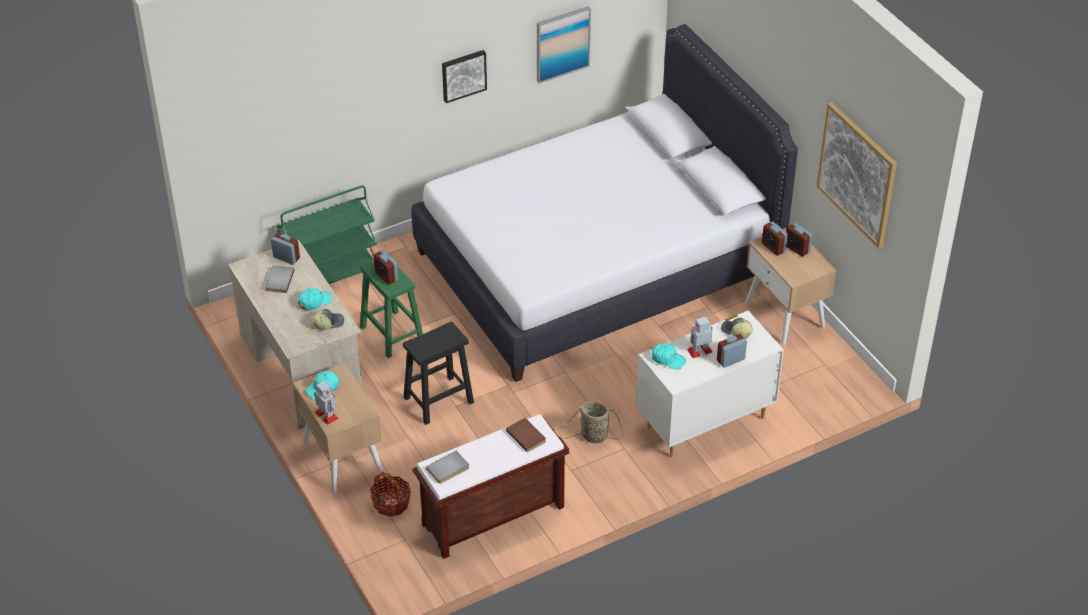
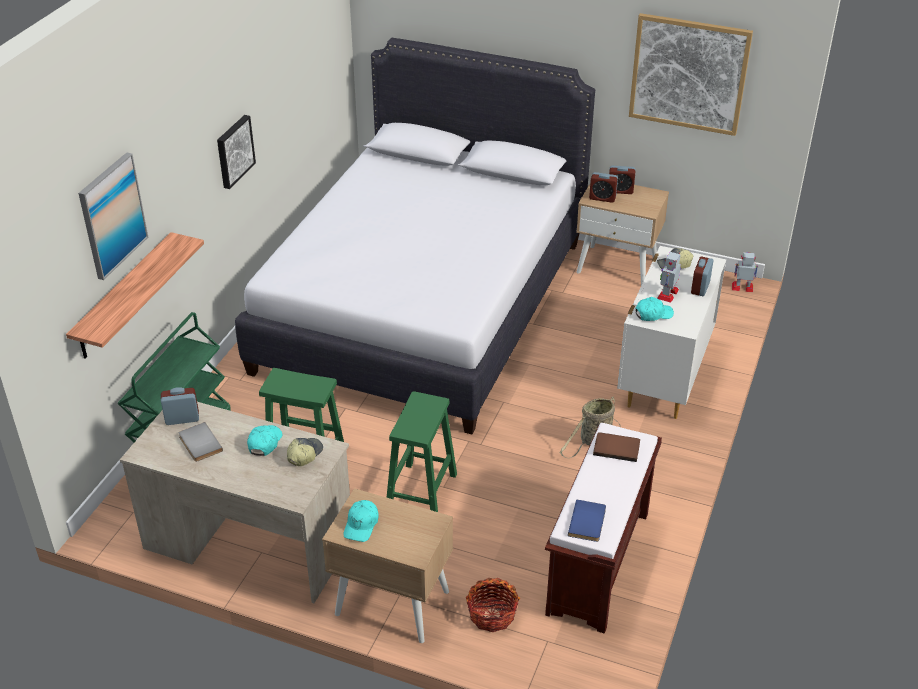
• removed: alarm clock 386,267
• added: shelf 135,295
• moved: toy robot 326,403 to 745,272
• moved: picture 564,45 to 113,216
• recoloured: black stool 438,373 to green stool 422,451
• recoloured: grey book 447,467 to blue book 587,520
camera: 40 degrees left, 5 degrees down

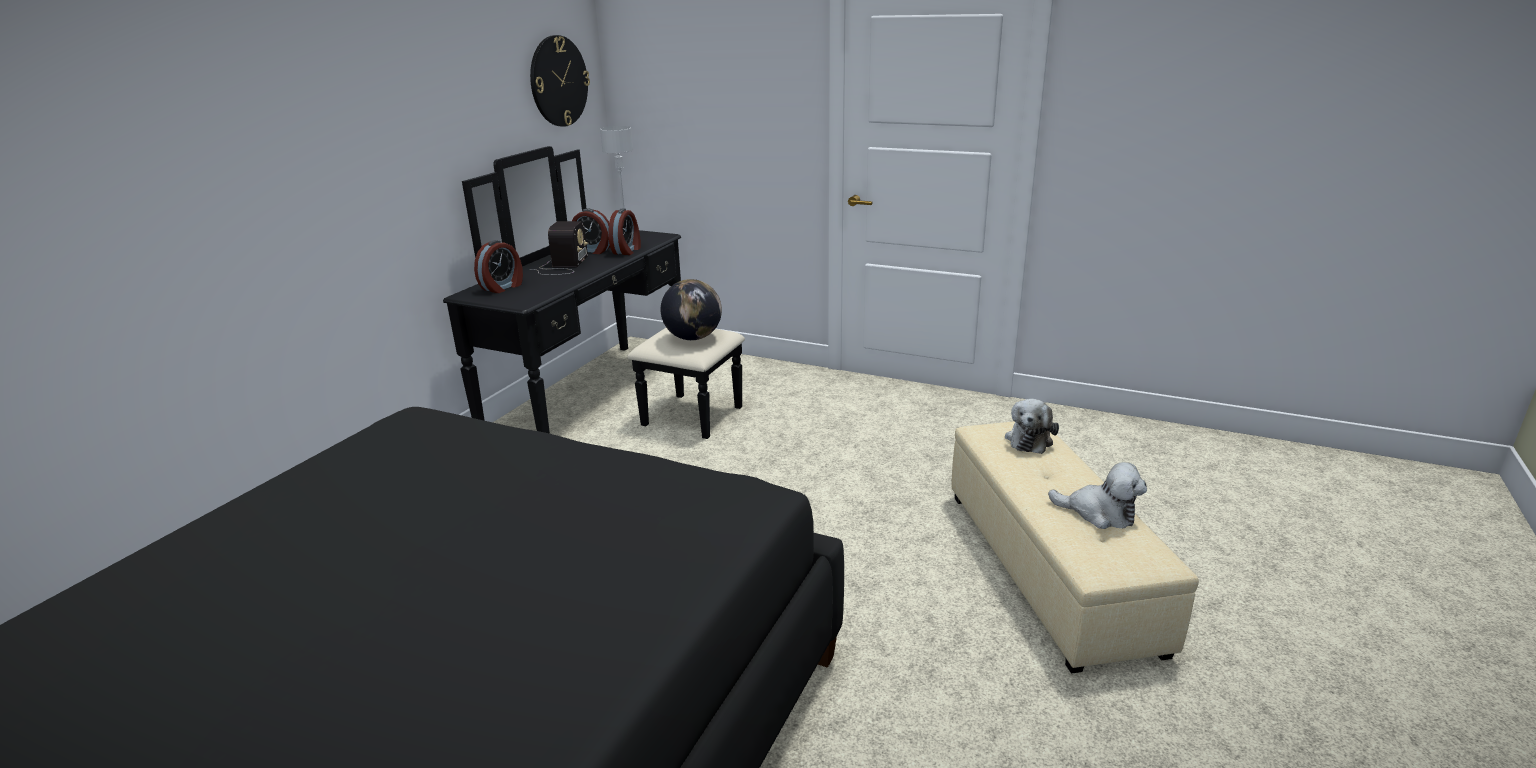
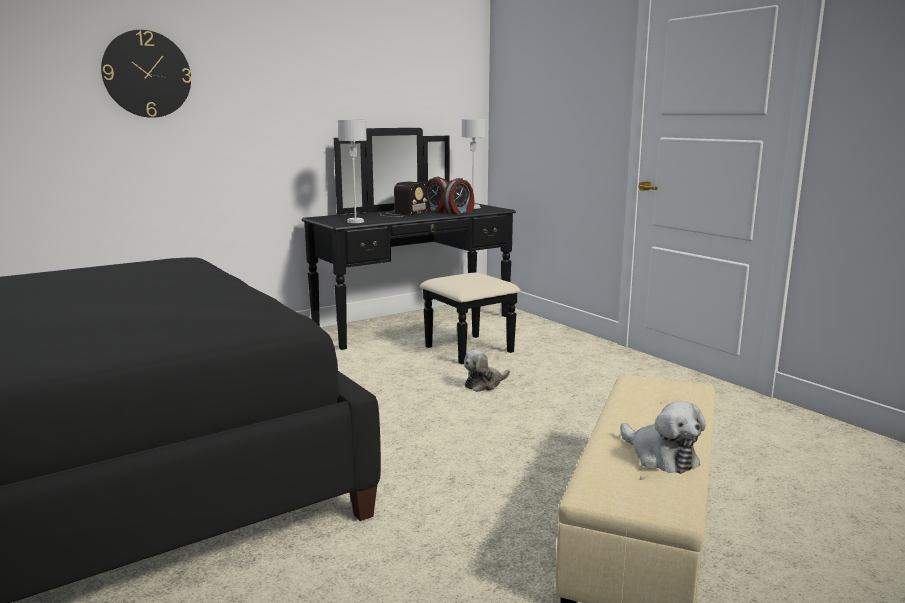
• removed: alarm clock 498,266
• removed: globe 691,309
• added: grey table lamp 352,171
• moved: wall clock 560,81 to 146,74
• moved: plush toy 1032,426 to 487,371
camera: 30 degrees right, 10 degrees down

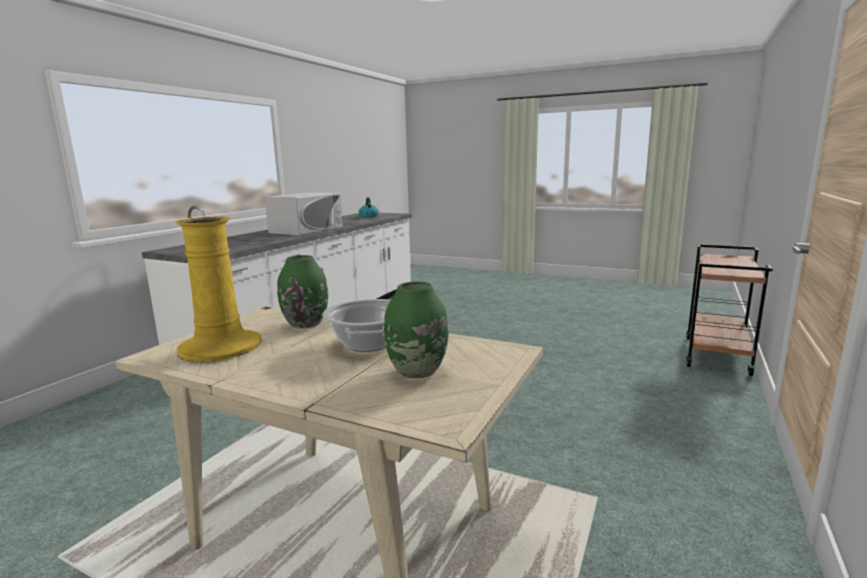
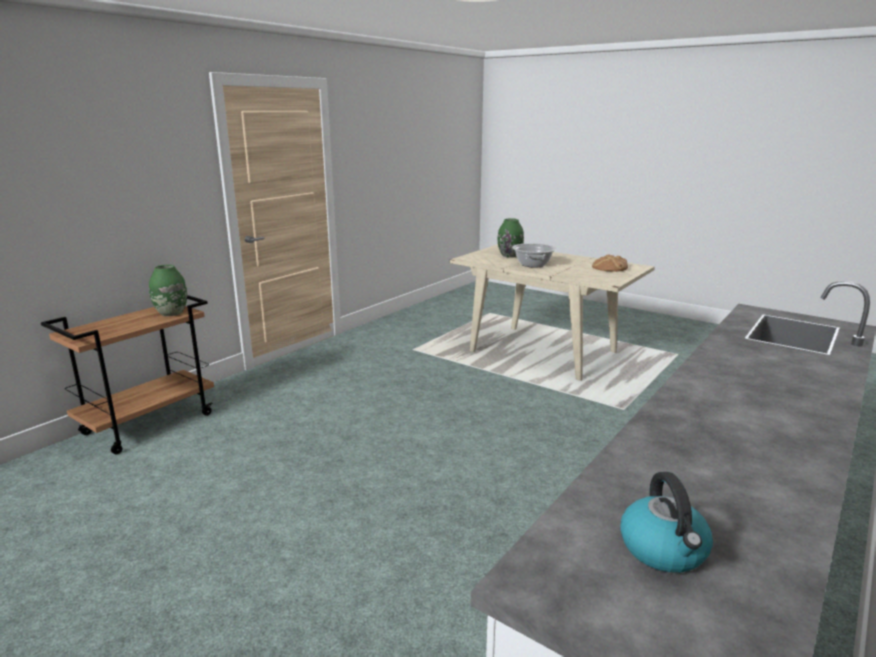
• removed: white microwave 304,214
• moved: green vase 302,292 to 168,290
• replaced: yellow vase 219,289 to bread 610,263
camera: 170 degrees left, 5 degrees up

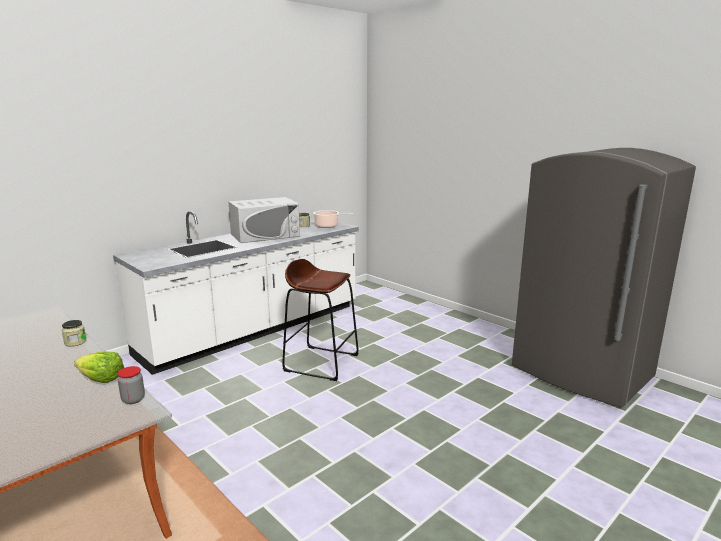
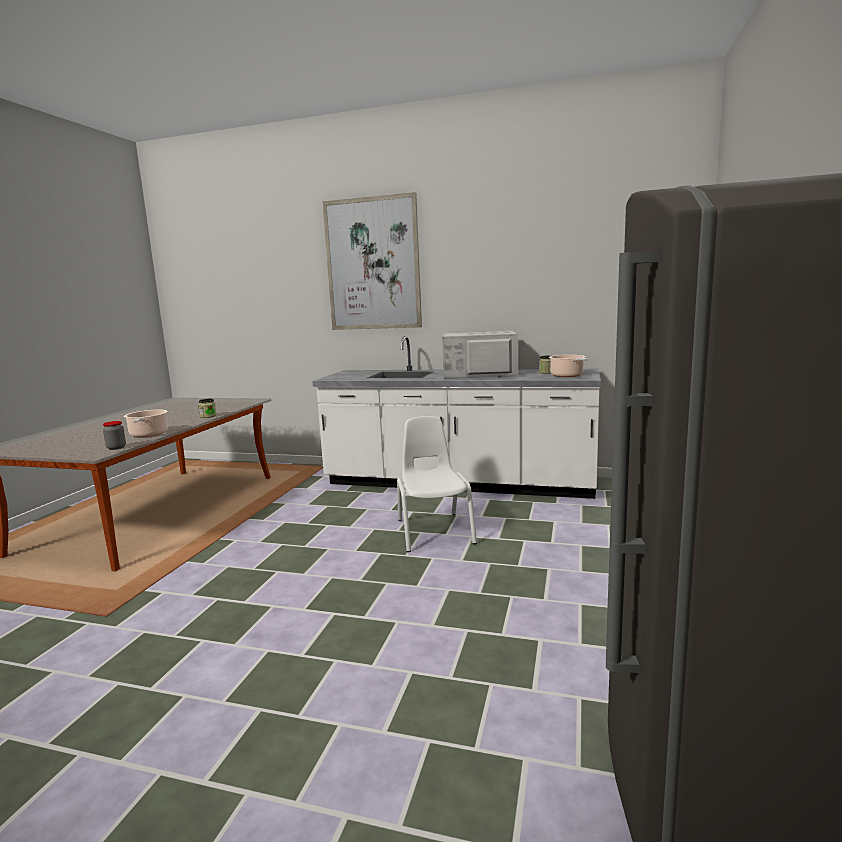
• added: picture 372,261
• replaced: lettuce 99,367 to cooking pot 146,423
• replaced: brown stool 320,320 to white chair 437,484
• turned: white microwave 264,220 = 480,355 150 degrees clockwise
camera: 60 degrees right, 5 degrees down

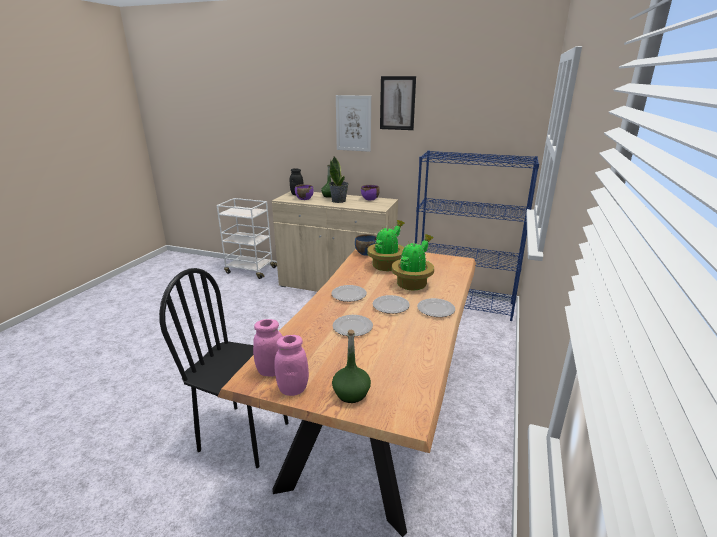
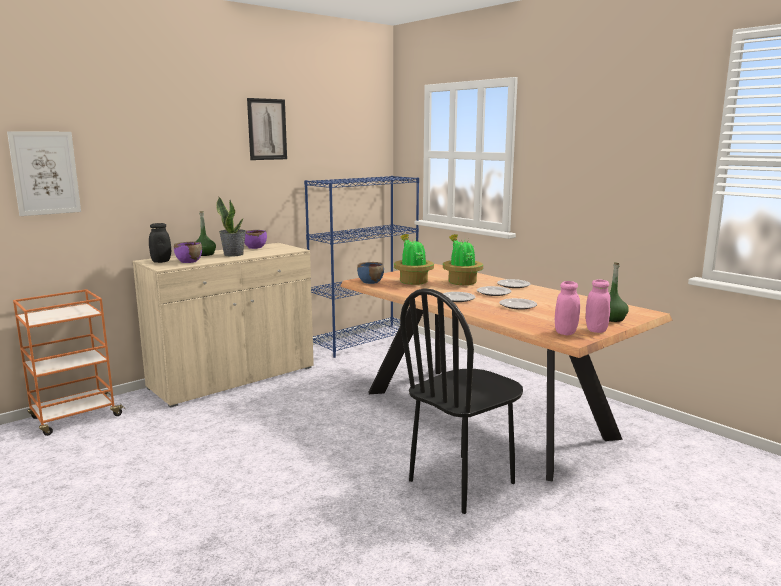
• moved: picture 353,123 to 44,173
• recoloured: white cart 247,238 to orange cart 69,362
camera: 60 degrees left, 10 degrees down

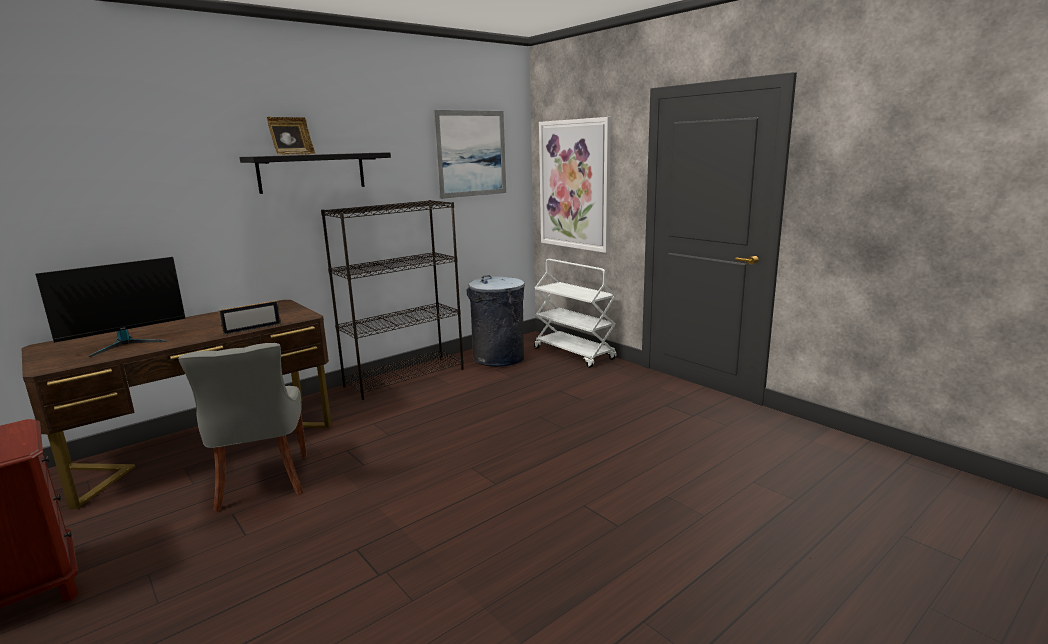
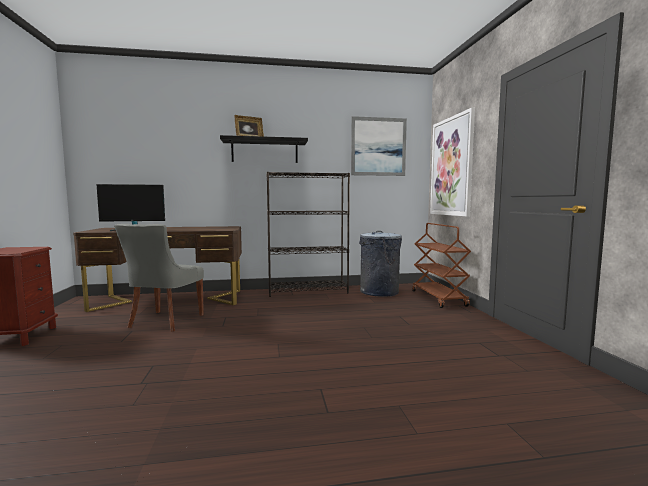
• removed: picture frame 249,318
• recoloured: white cart 575,313 to brown cart 441,265
camera: 30 degrees right, 10 degrees down

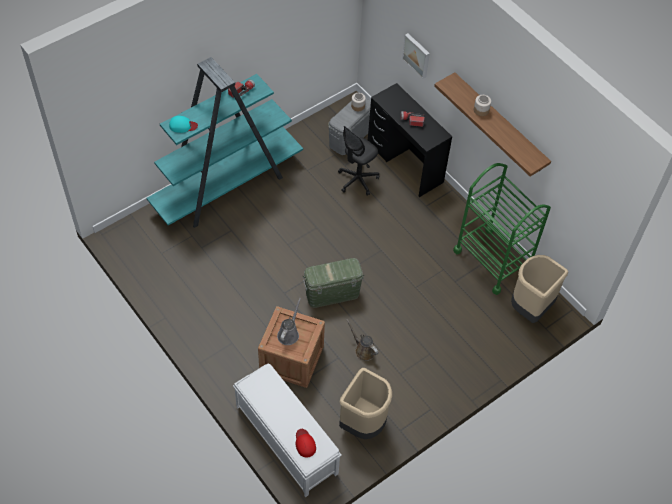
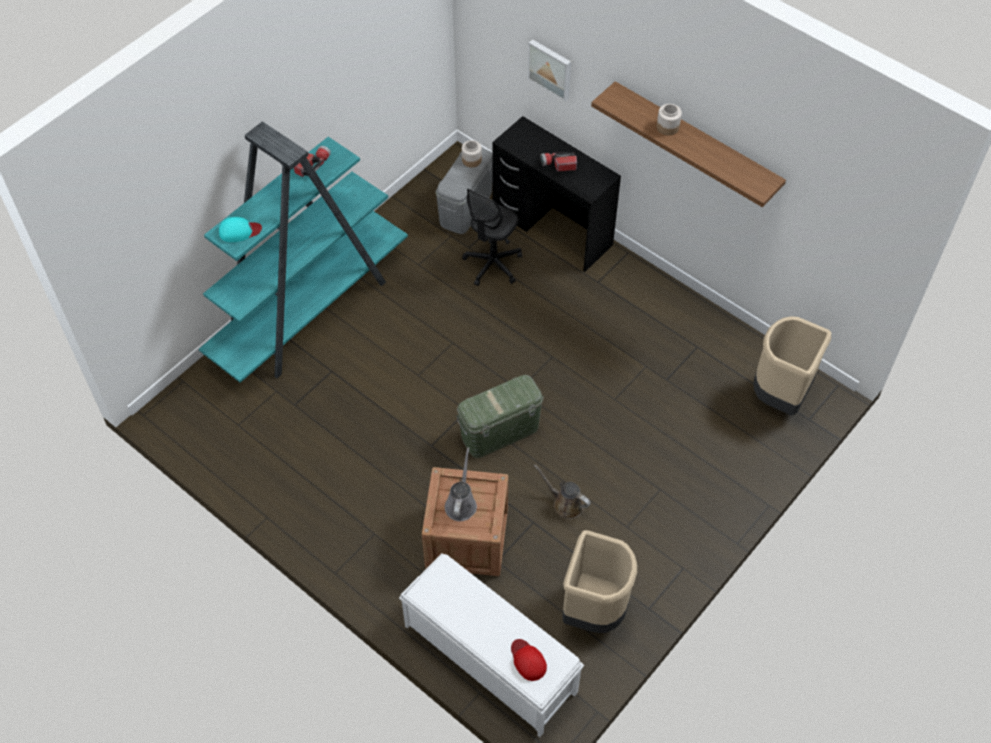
• removed: green cart 502,229
camera: 10 degrees left, 0 degrees up

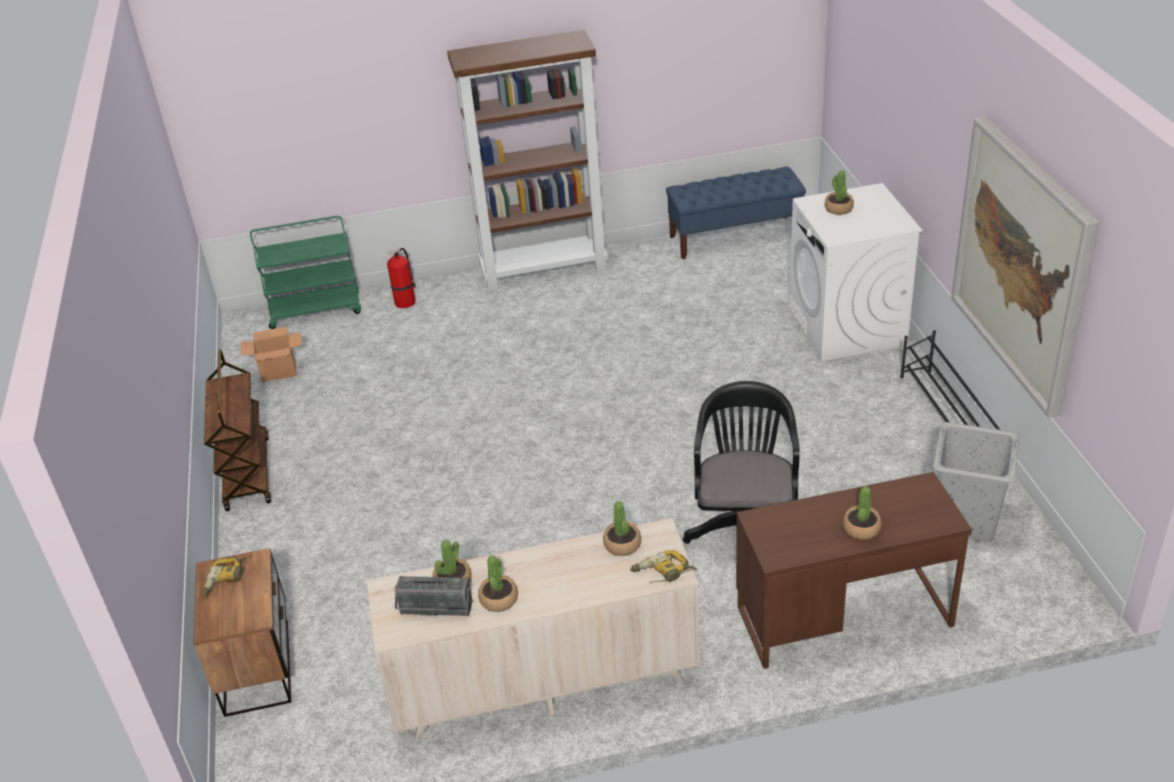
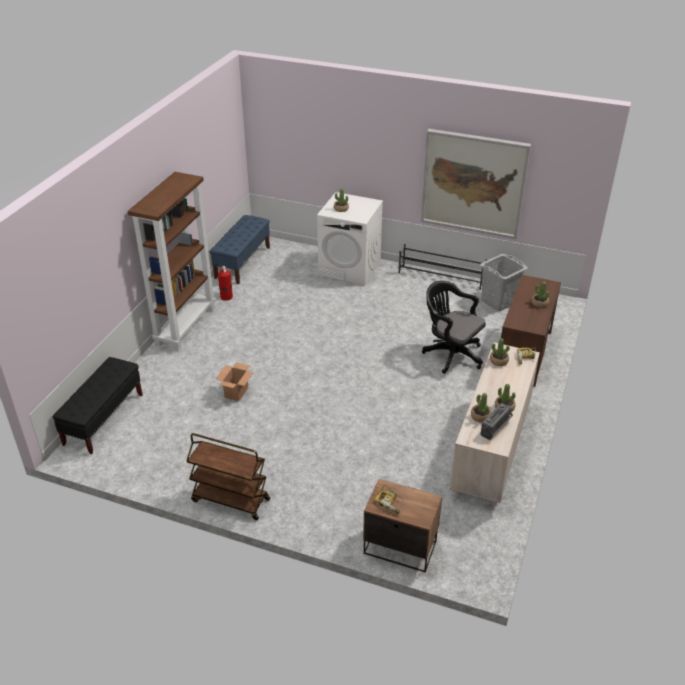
• moved: cardboard box 271,354 to 234,381
• moved: fire extinguisher 401,278 to 225,283
• replaced: green cart 305,272 to black bench 97,405
camera: 60 degrees left, 0 degrees up

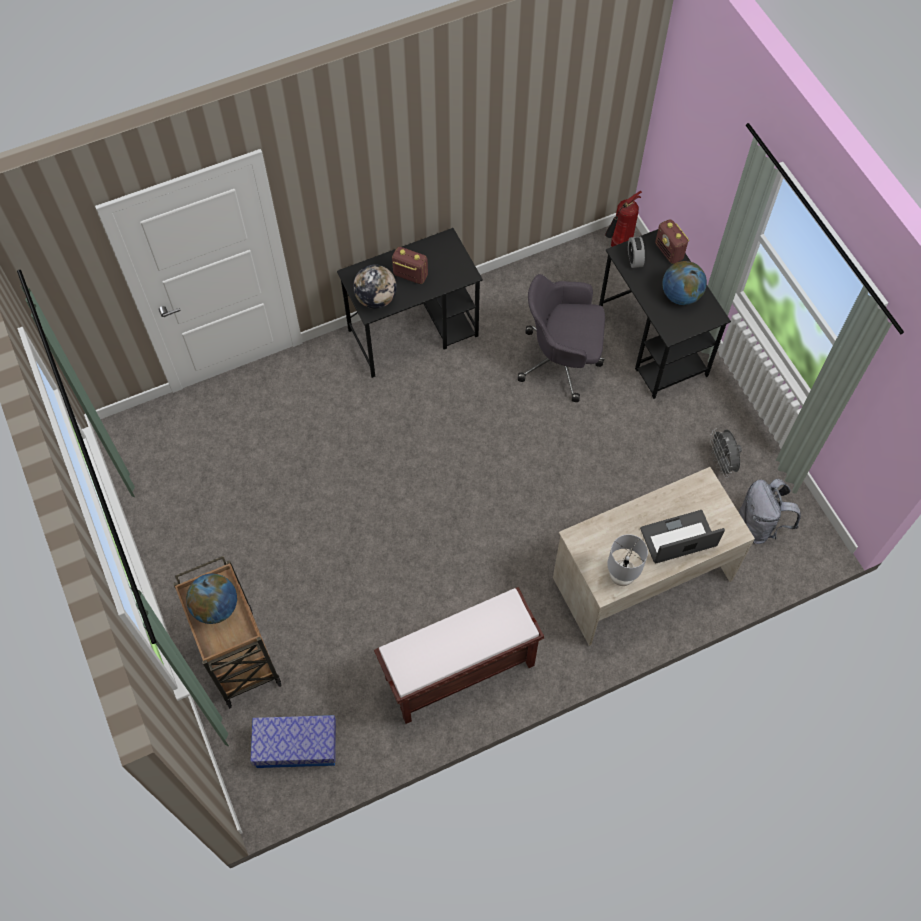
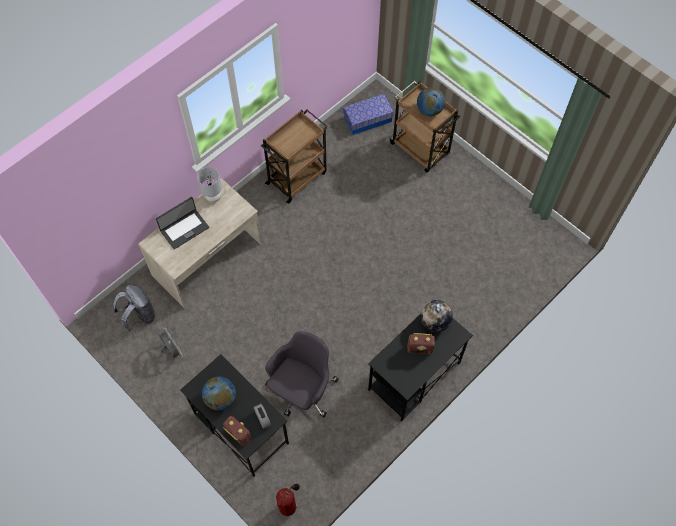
• replaced: brown bench 459,655 to brown cart 294,156
• turned: grey office chair 561,338 = 302,374 45 degrees counterclockwise
camera: 160 degrees right, 0 degrees up

